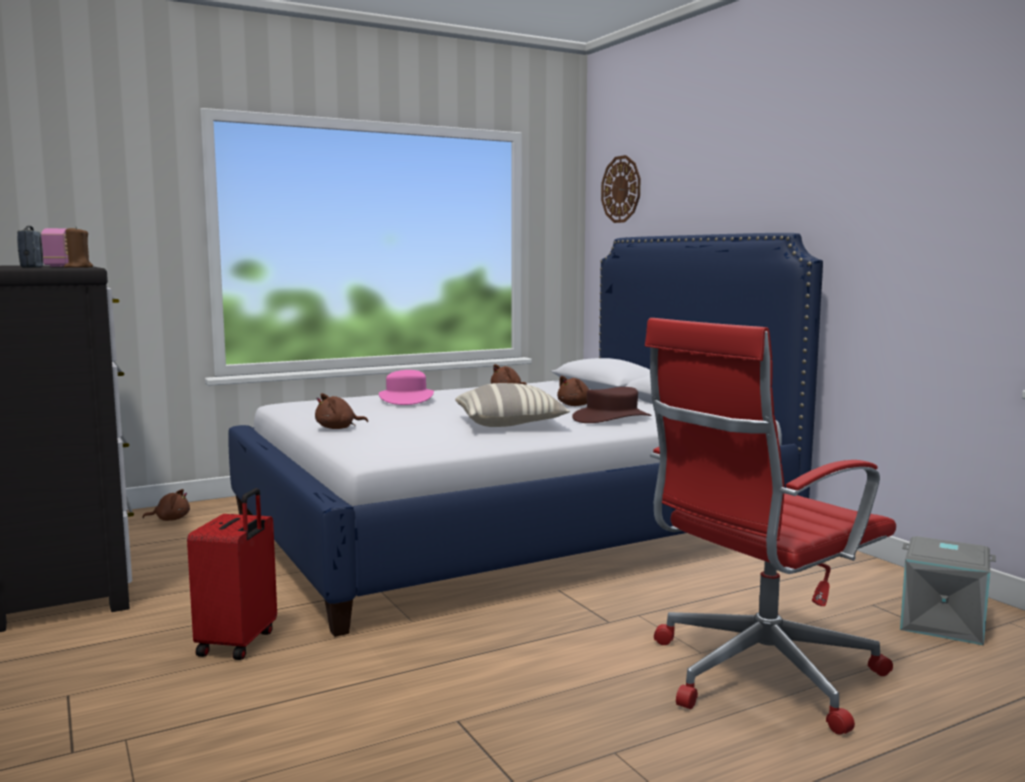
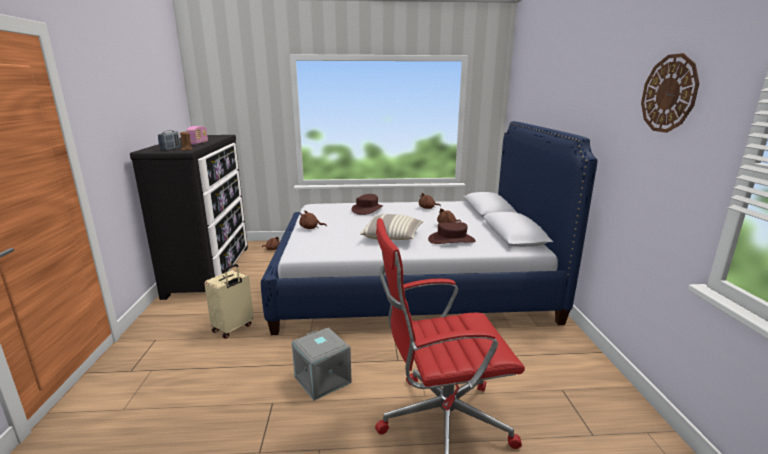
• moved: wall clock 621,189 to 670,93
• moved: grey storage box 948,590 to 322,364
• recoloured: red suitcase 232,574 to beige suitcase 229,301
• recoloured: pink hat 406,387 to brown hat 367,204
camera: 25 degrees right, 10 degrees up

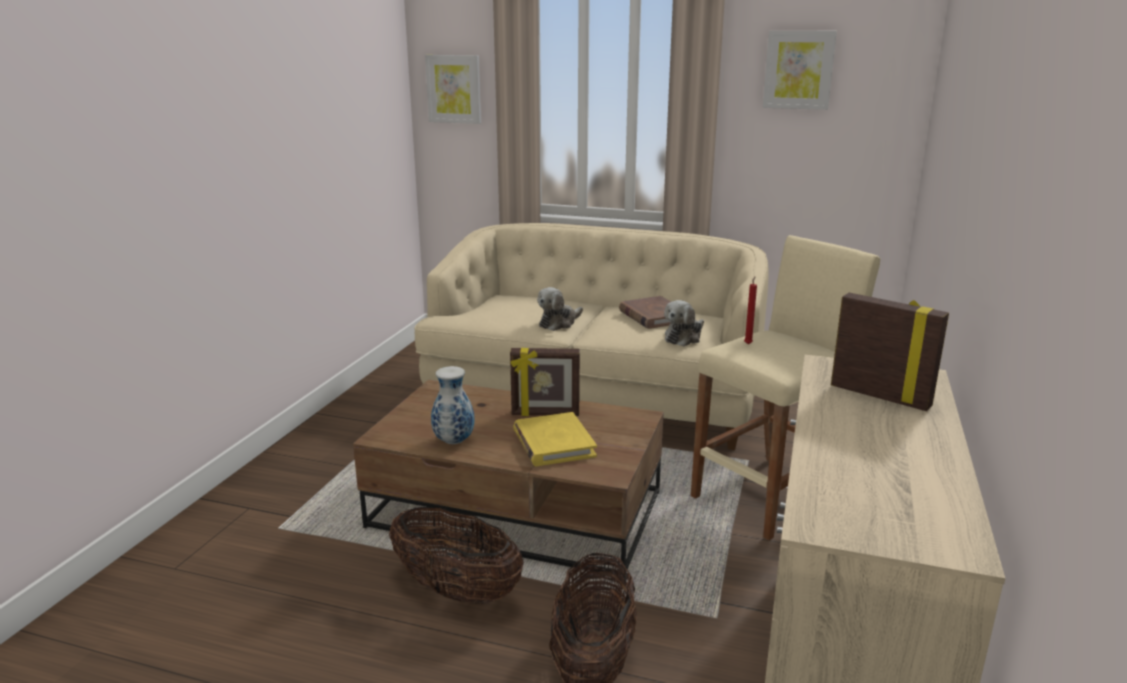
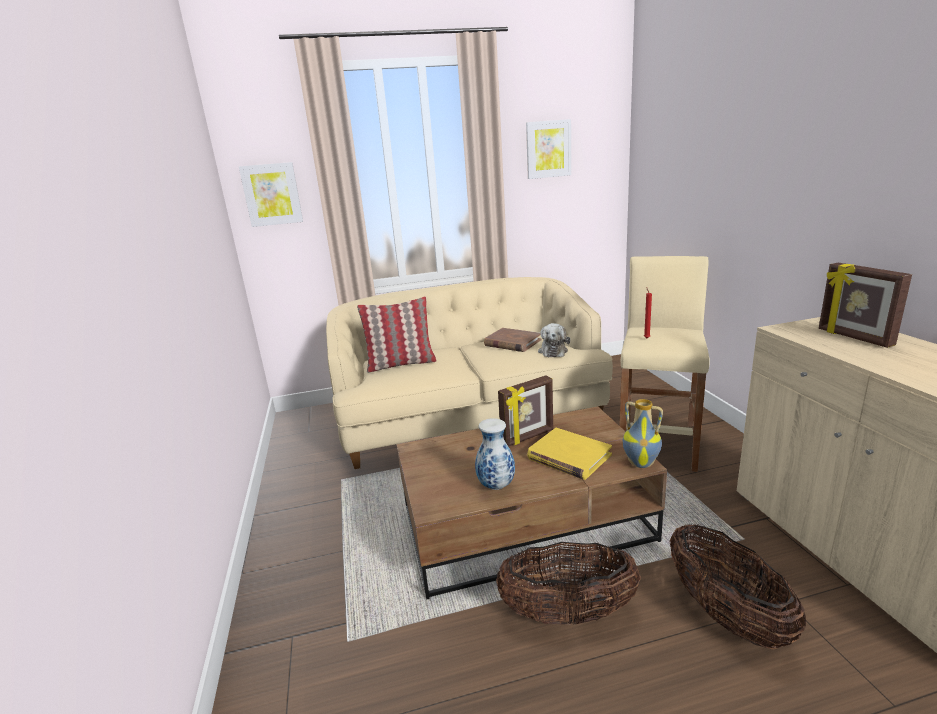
• removed: plush toy 560,309
• added: pillow 396,334
• added: vase 642,433
• turned: picture frame 890,352 = 865,305 120 degrees counterclockwise
camera: 30 degrees left, 0 degrees up

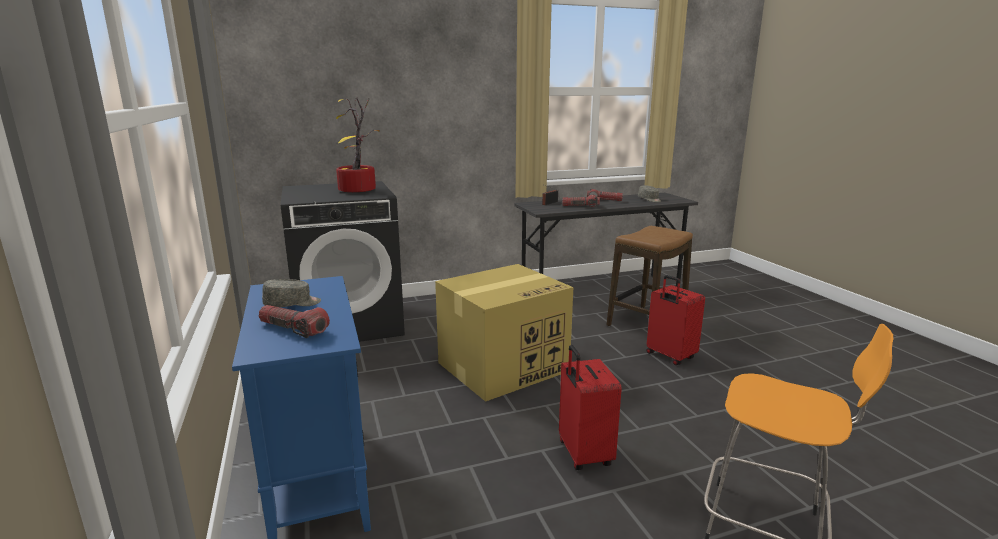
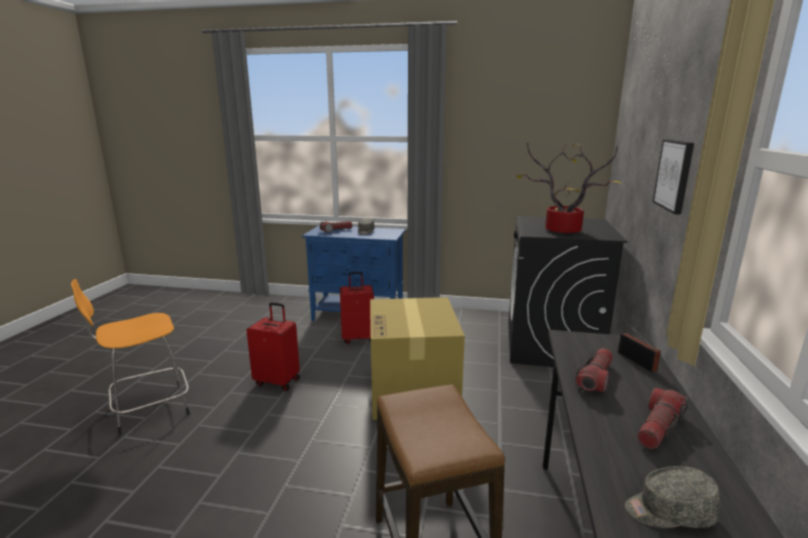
• added: picture 673,177
• moved: red suitcase 675,320 to 357,308
camera: 120 degrees right, 0 degrees up

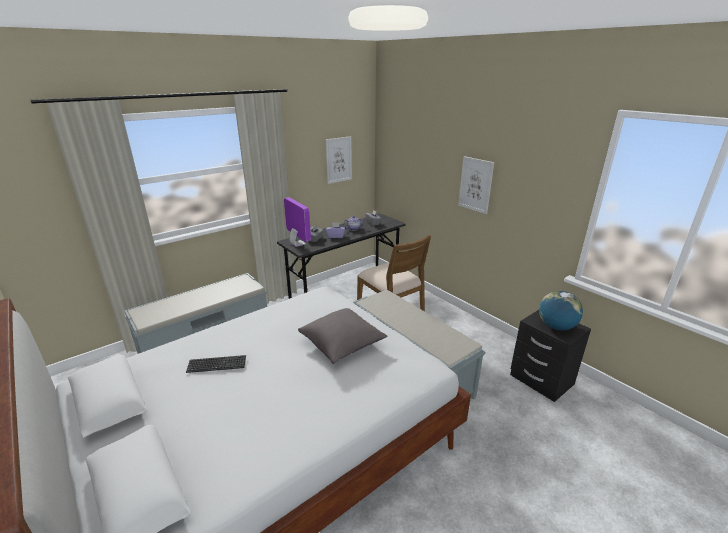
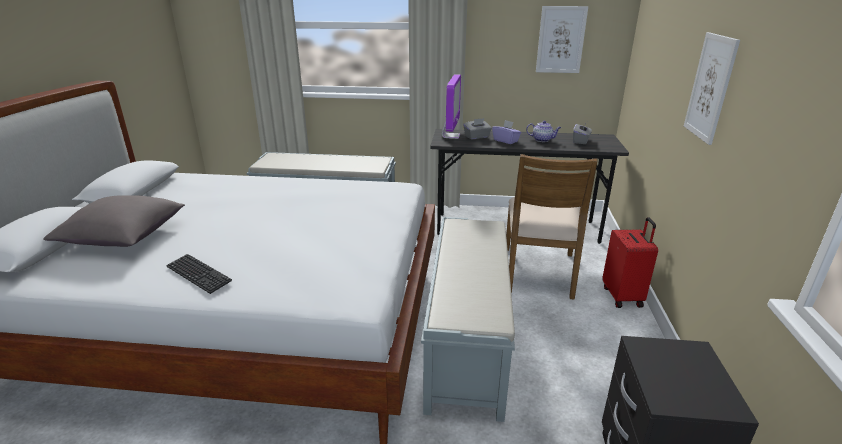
• removed: globe 561,311
• added: red suitcase 630,262
• moved: keyboard 216,364 to 199,274
• moved: grey pillow 343,336 to 114,221
camera: 45 degrees right, 0 degrees up

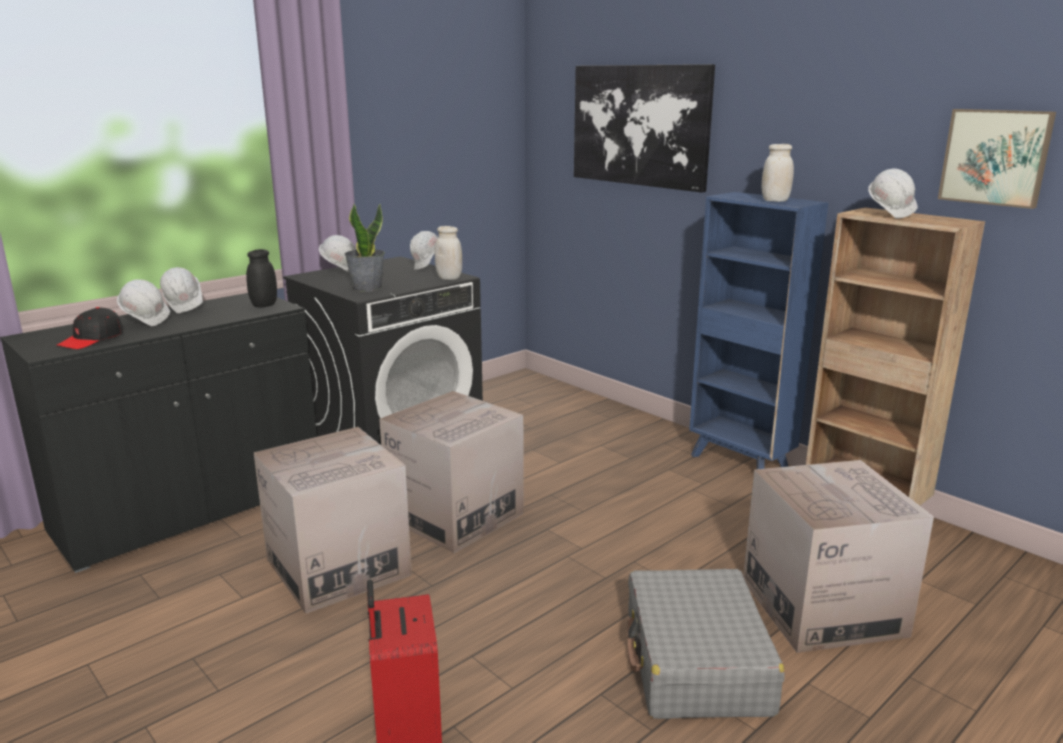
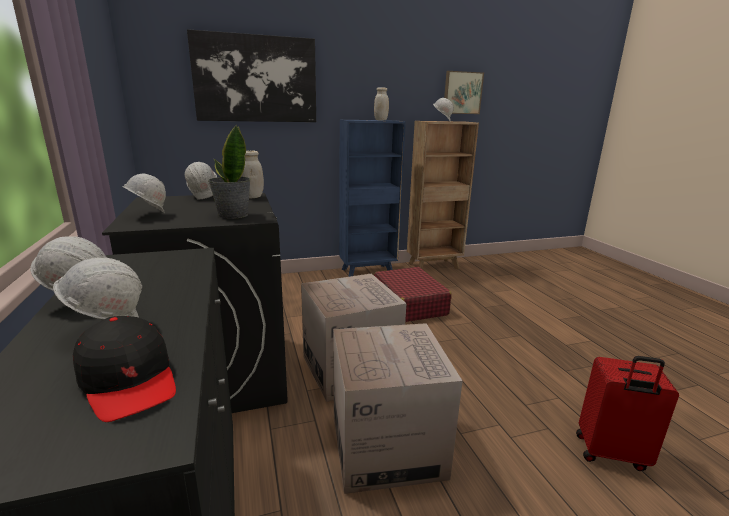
• removed: black jar 261,278
• removed: grey suitcase 706,644
• removed: cardboard box 838,556
• added: red suitcase 413,294
camera: 65 degrees left, 0 degrees up

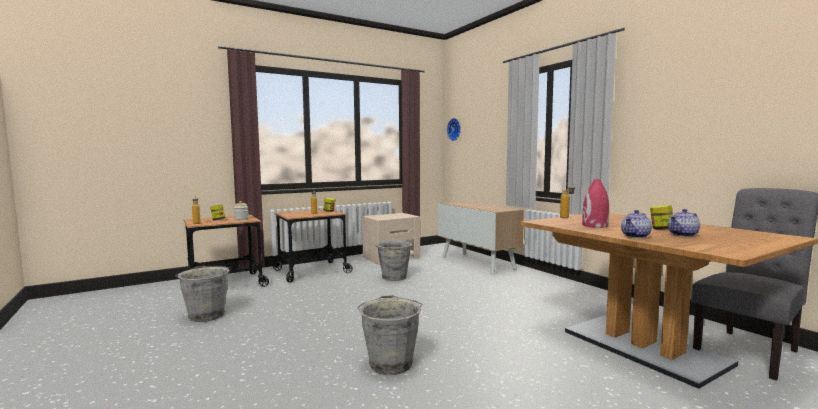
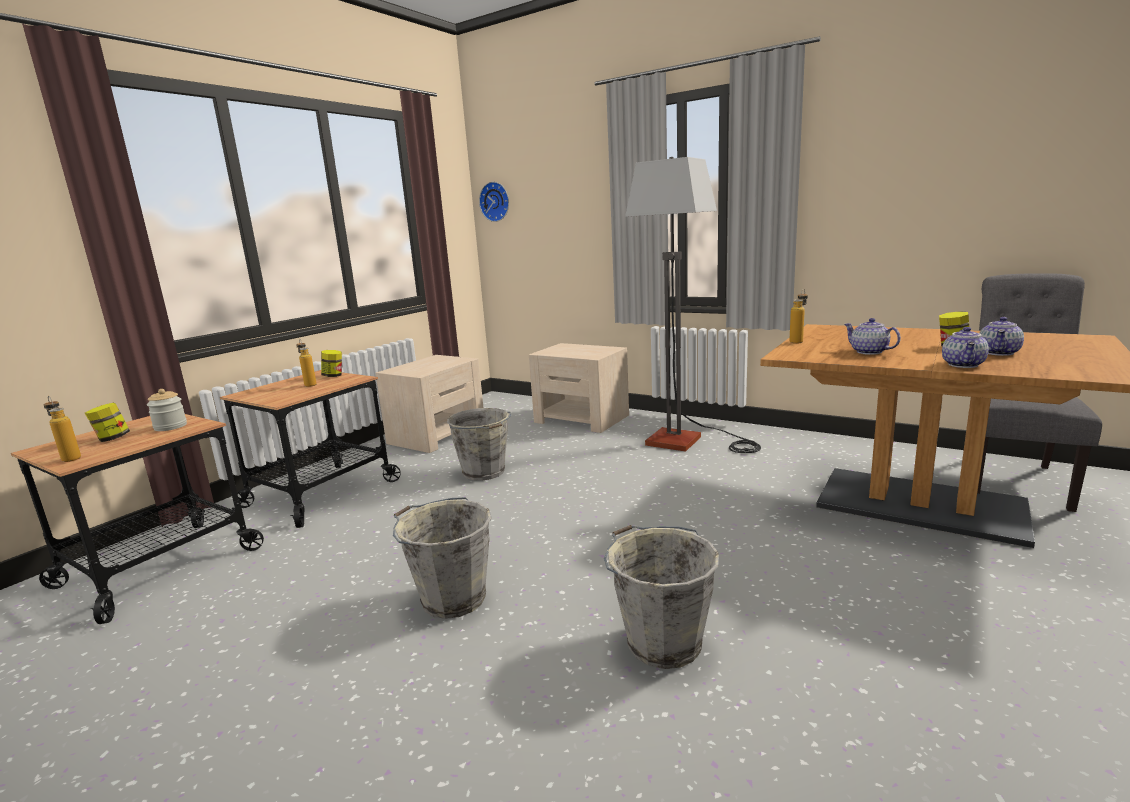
• added: floor lamp 693,305
• moved: grey bucket 202,294 to 442,558
• replaced: cabinet 481,238 to beige nightstand 579,388
• replaced: red vase 595,203 to teapot 872,336
camera: 25 degrees left, 10 degrees up

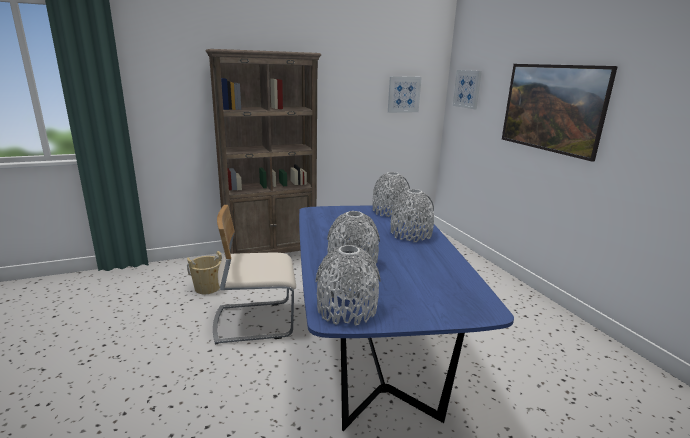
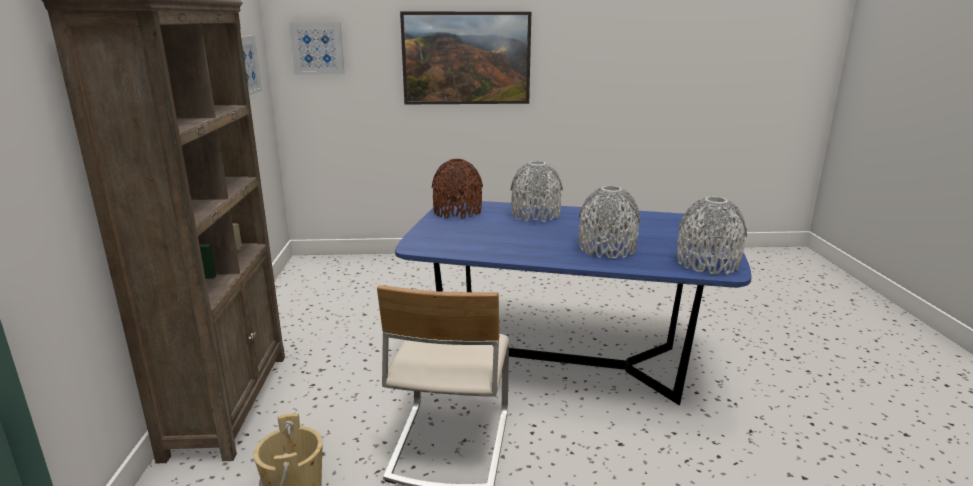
• recoloured: grey vase 391,194 to brown vase 457,189
camera: 70 degrees left, 0 degrees up

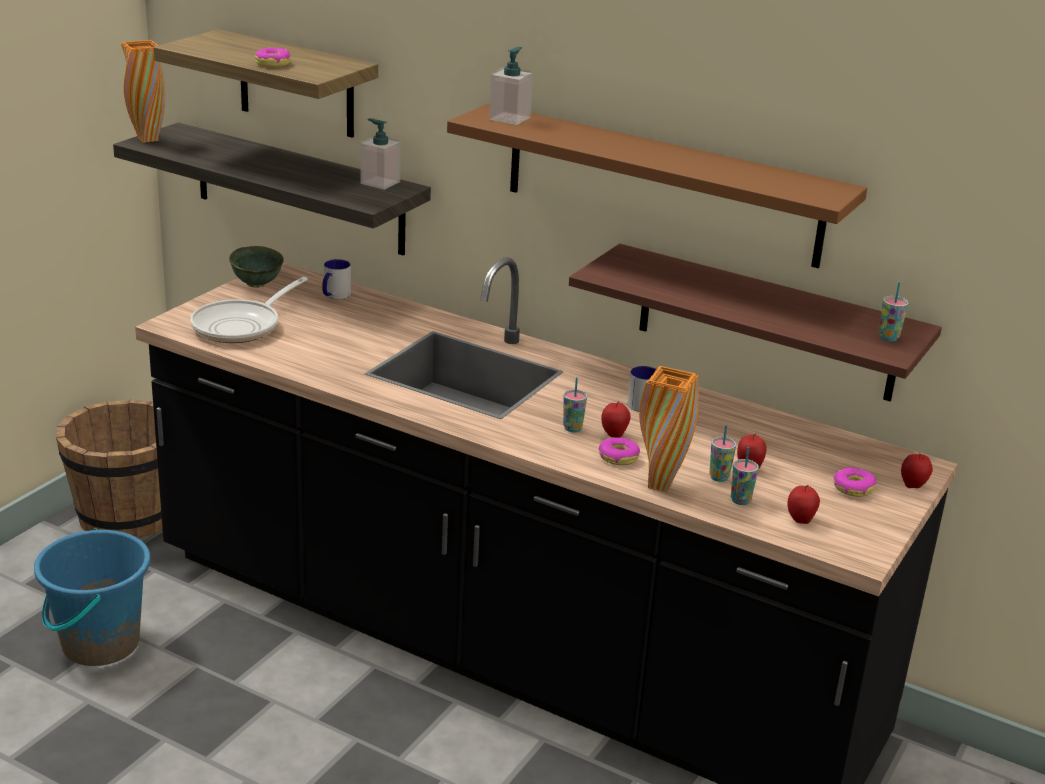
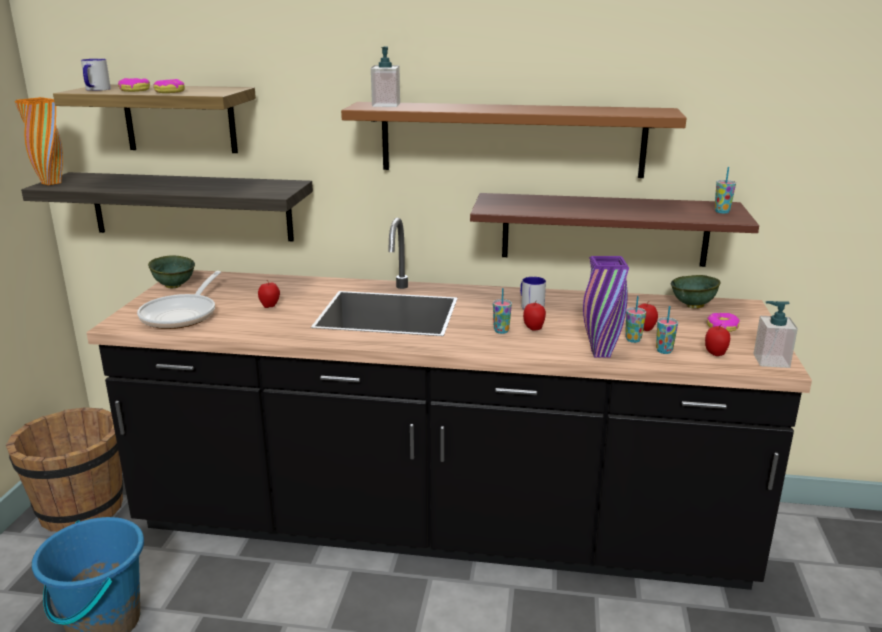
• added: green bowl 695,291
• moved: mug 336,279 to 96,75
• moved: soap dispenser 380,154 to 776,334
• moved: donut 619,451 to 134,85
• moved: apple 917,470 to 269,295
• recoloured: orange vase 669,429 to purple vase 606,307
camera: 20 degrees left, 5 degrees down

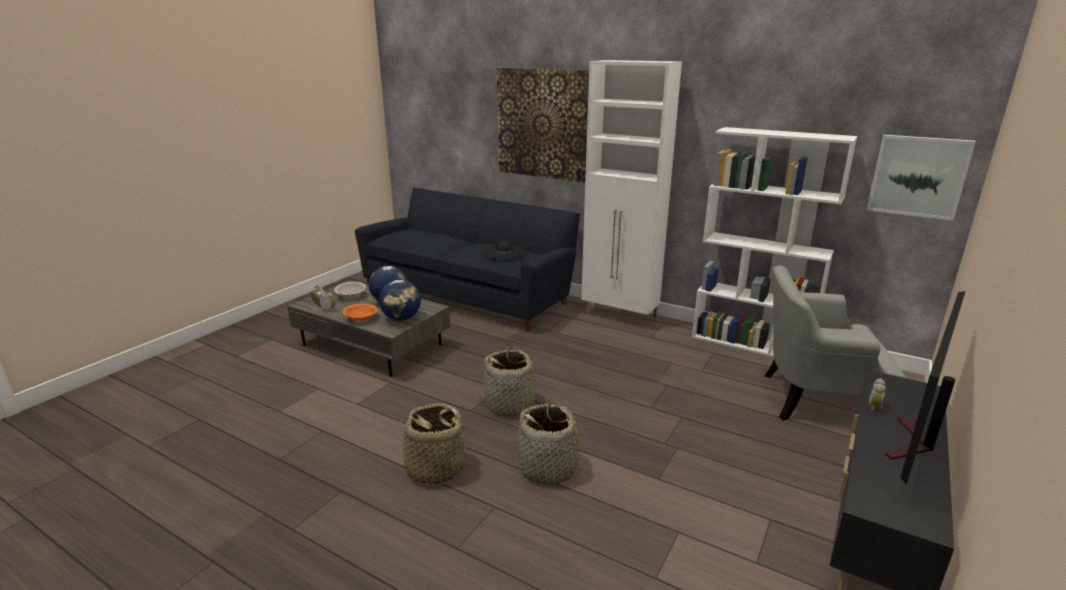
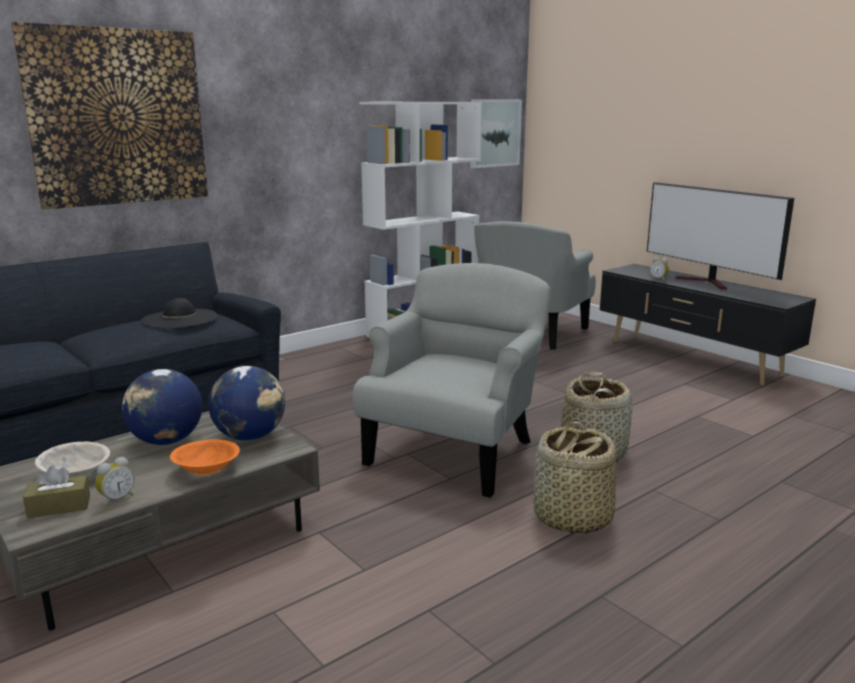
• removed: white cabinet 631,194
• replaced: basket 513,381 to grey armchair 451,380
camera: 70 degrees left, 5 degrees down

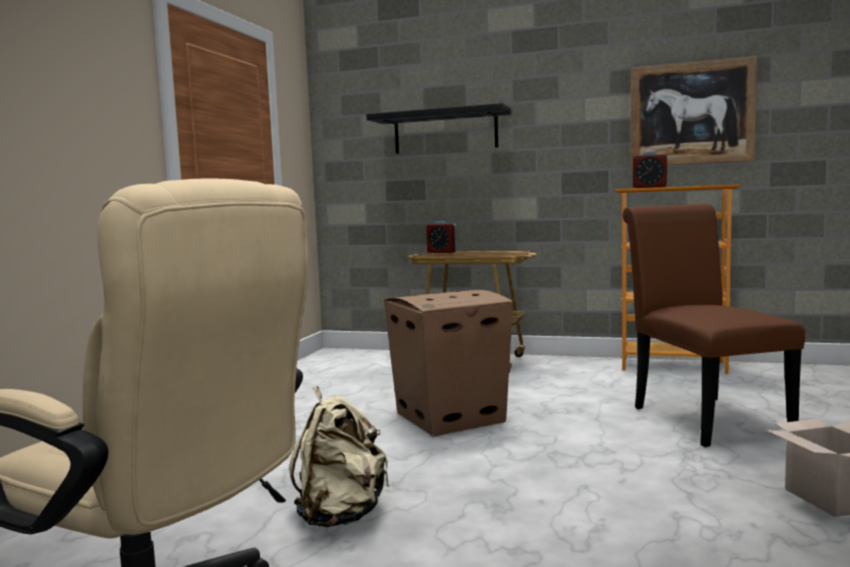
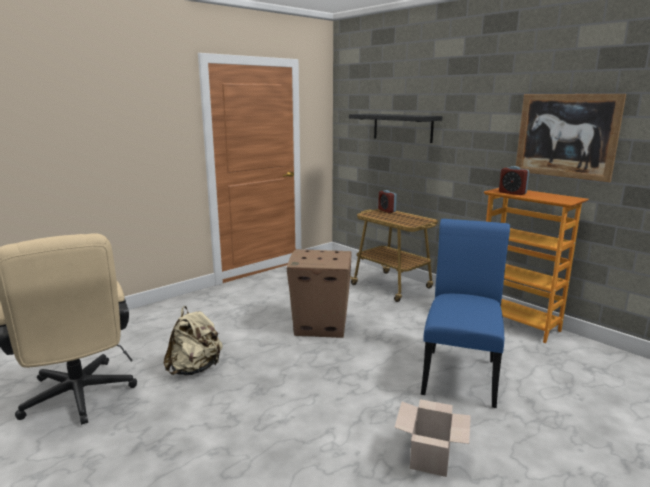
• recoloured: brown chair 714,325 to blue chair 465,313
camera: 30 degrees right, 10 degrees up

